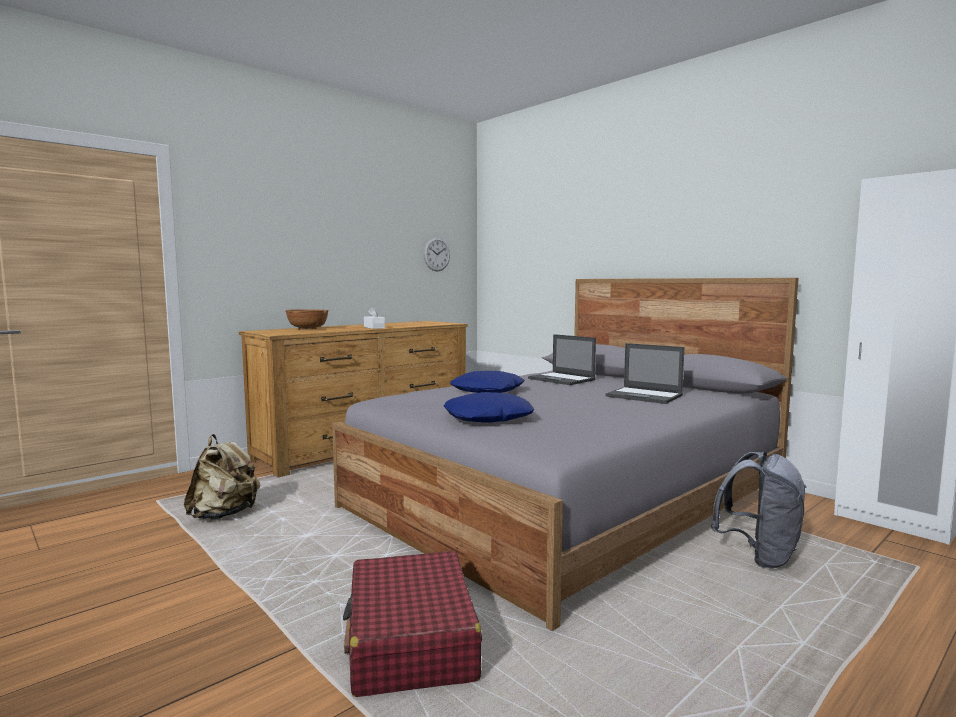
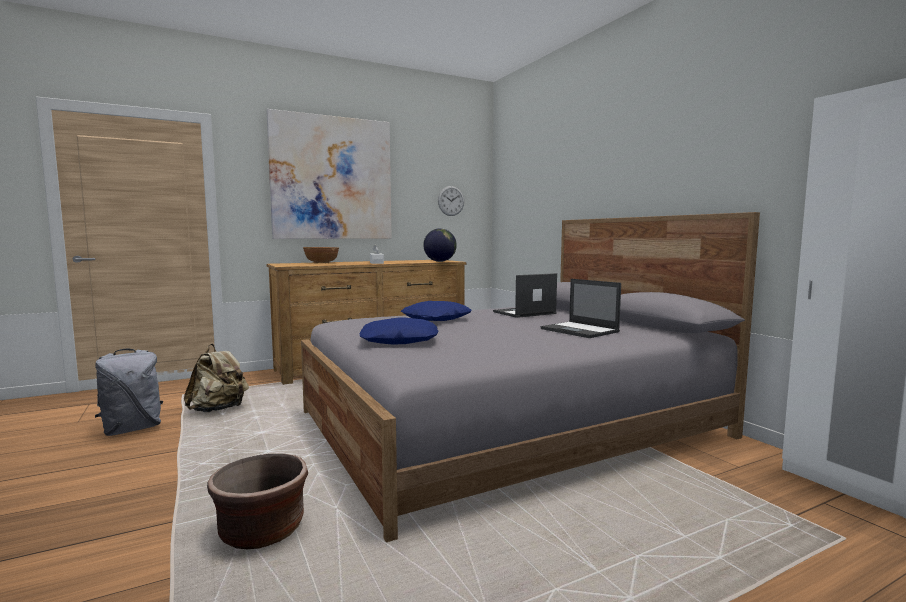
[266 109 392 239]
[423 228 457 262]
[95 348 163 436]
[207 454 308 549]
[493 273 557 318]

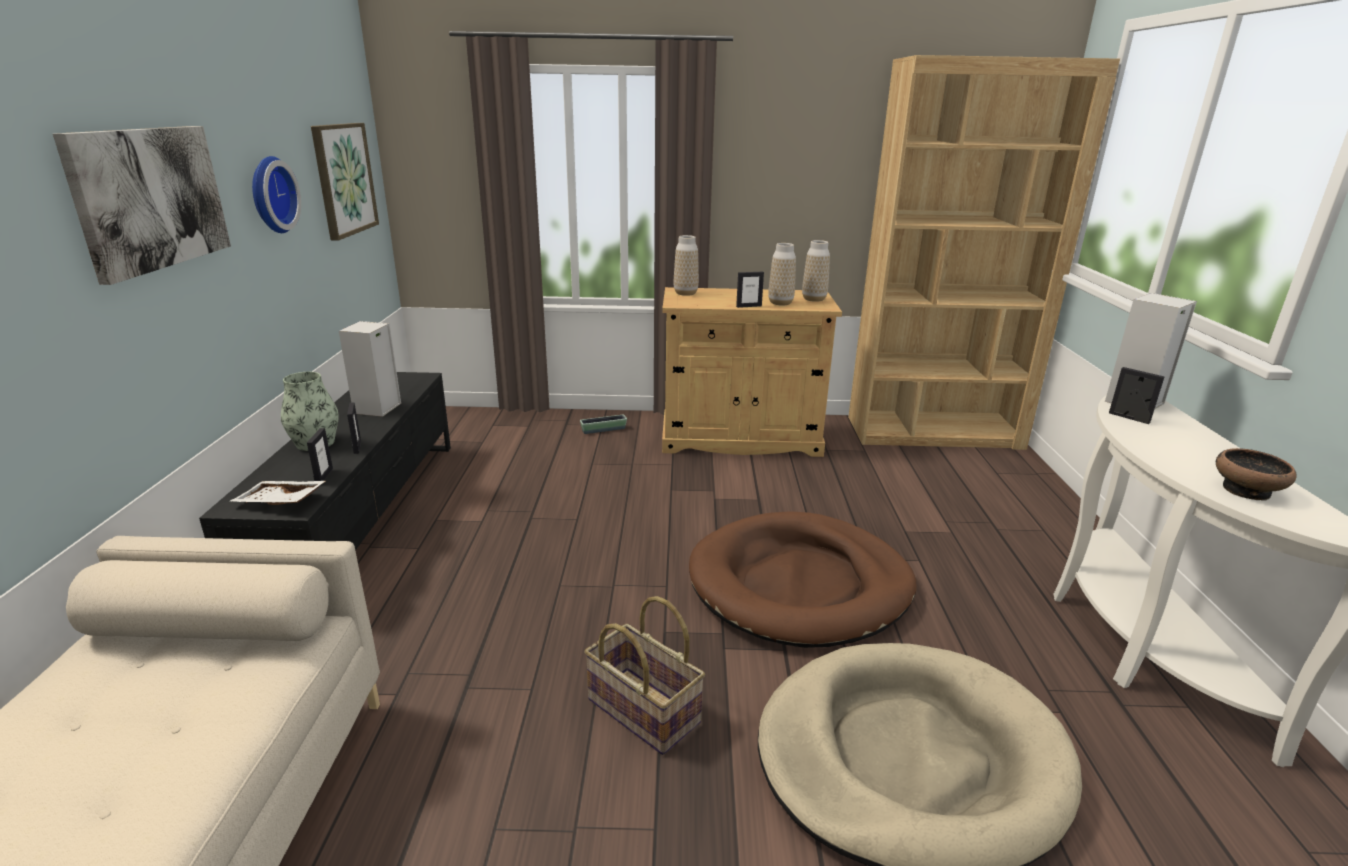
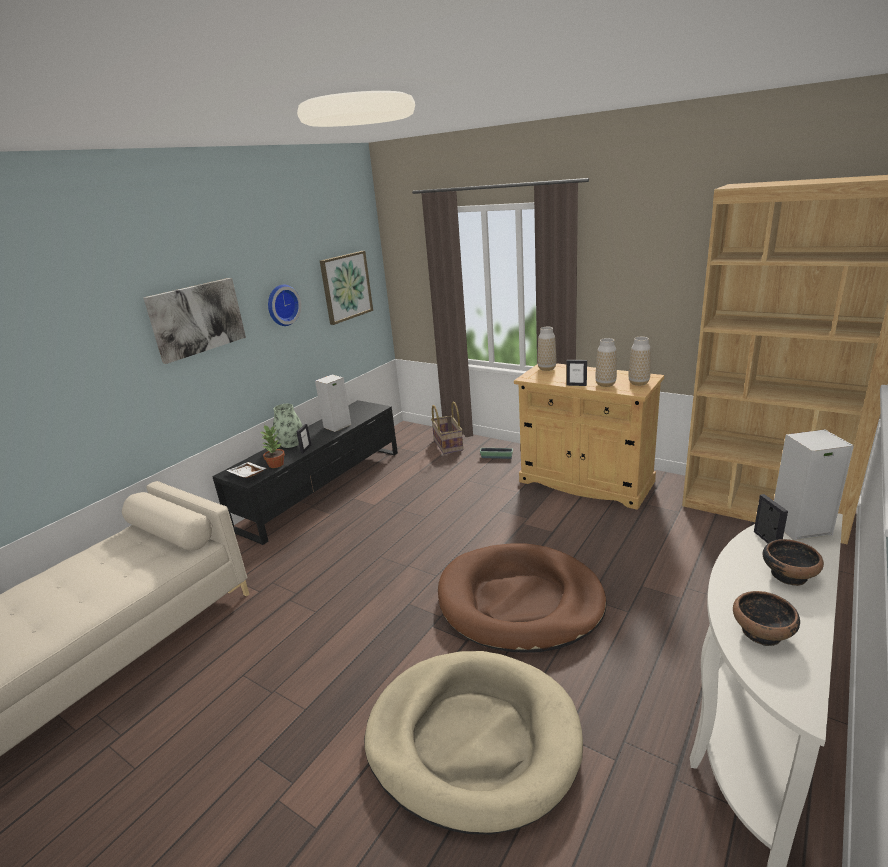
[763 539 824 586]
[431 401 463 454]
[260 425 285 468]

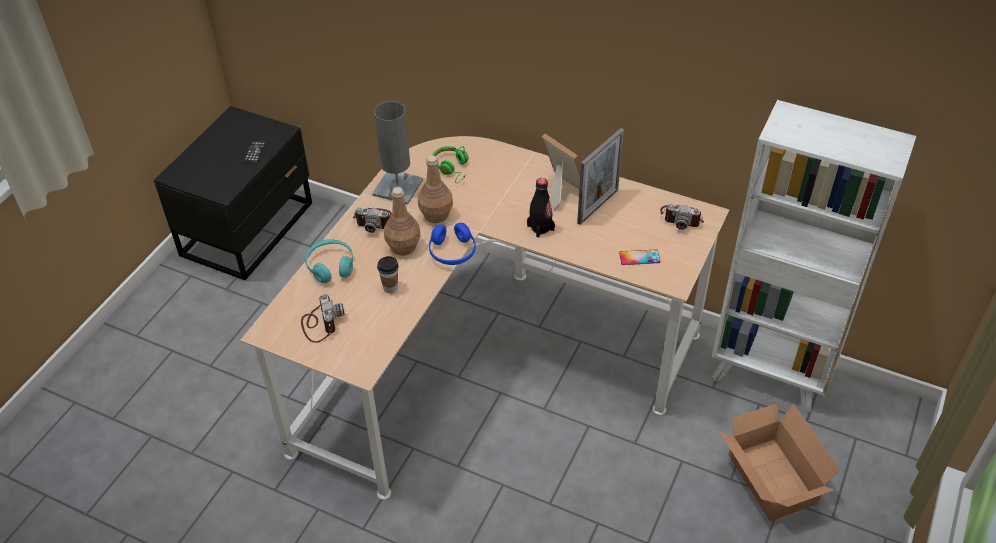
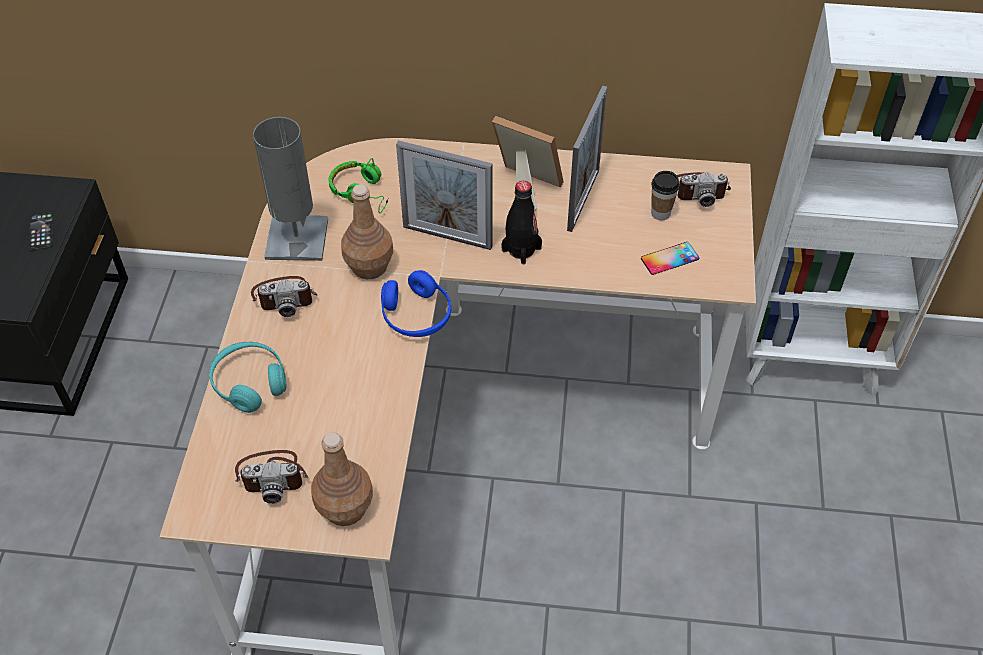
[720 404 840 521] (first image)
[396 140 492 250]
[651 171 680 220]
[311 432 373 526]
[235 450 308 504]

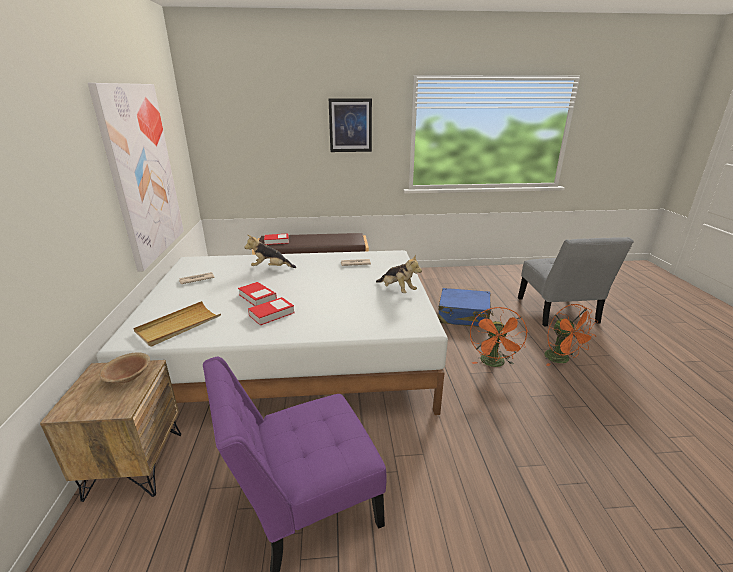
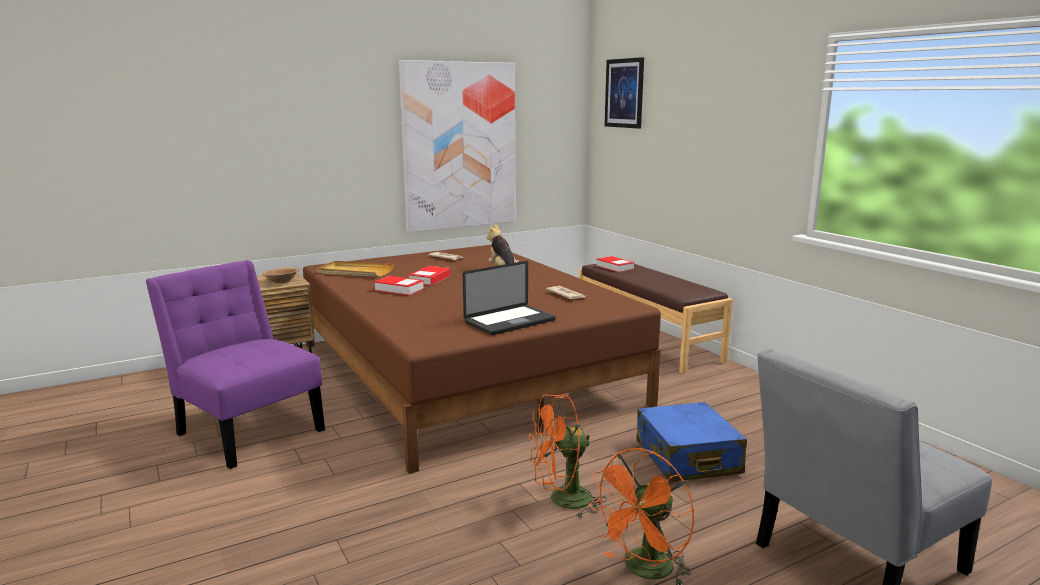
[605 57 644 129]
[463 261 556 335]
[303 245 661 474]

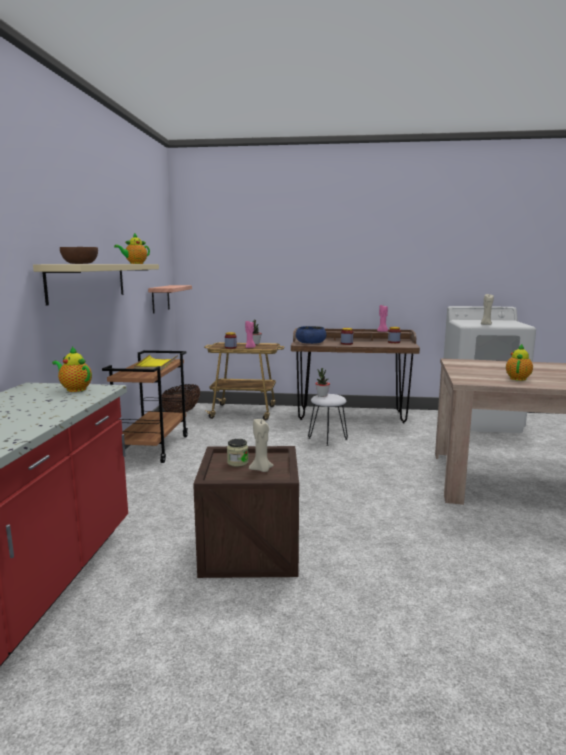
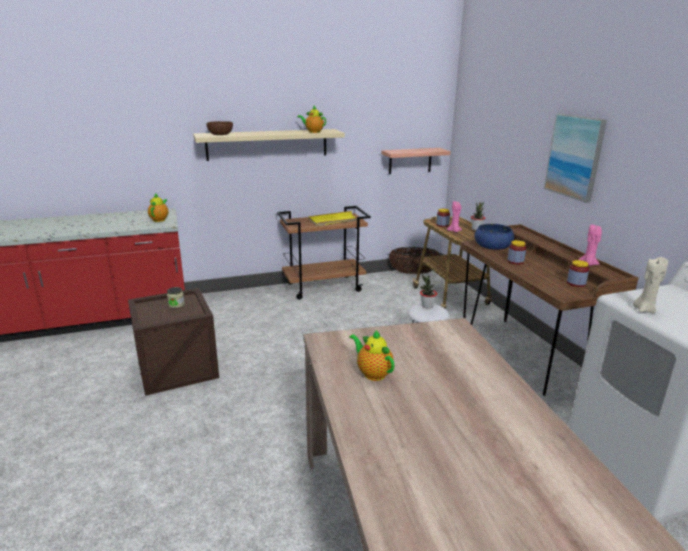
[249 419 274 472] (first image)
[544 113 607 203]
[349 330 394 381]

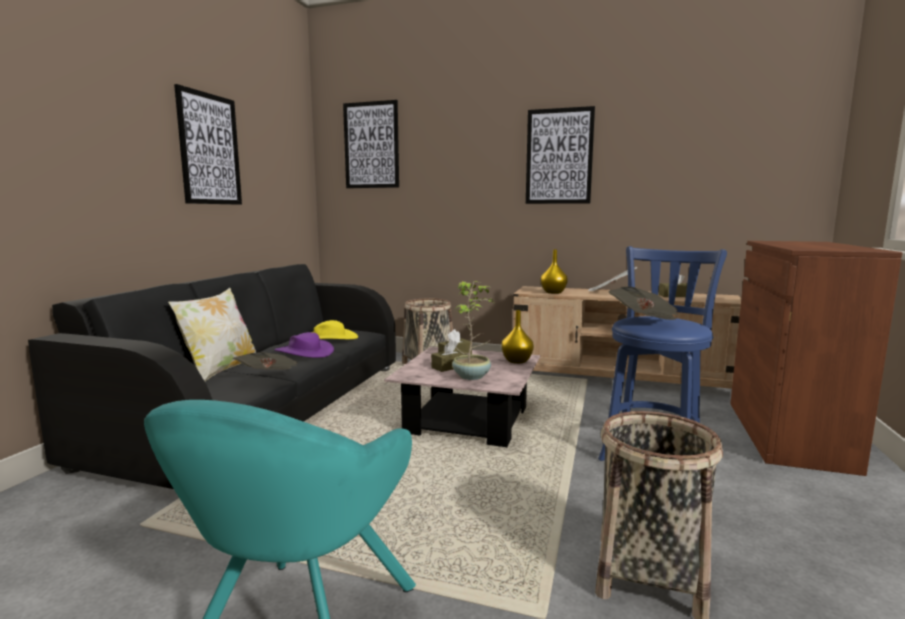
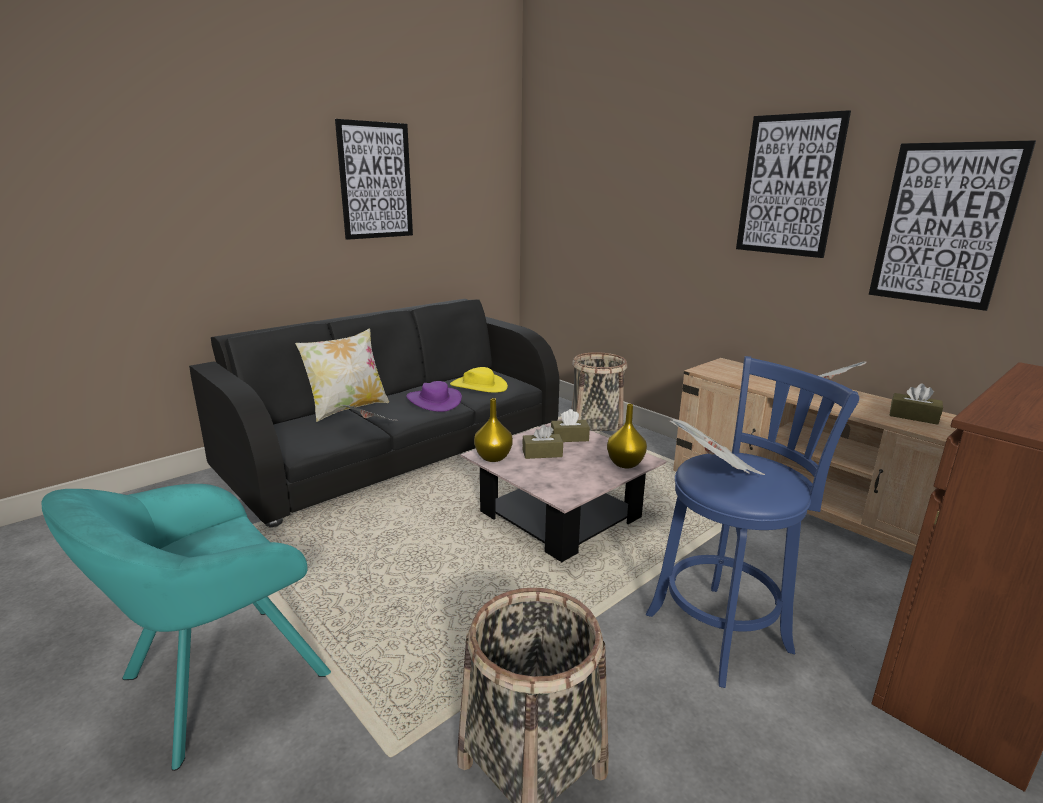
[452 281 493 380] (first image)
[869 140 1036 311]
[474 398 513 462]

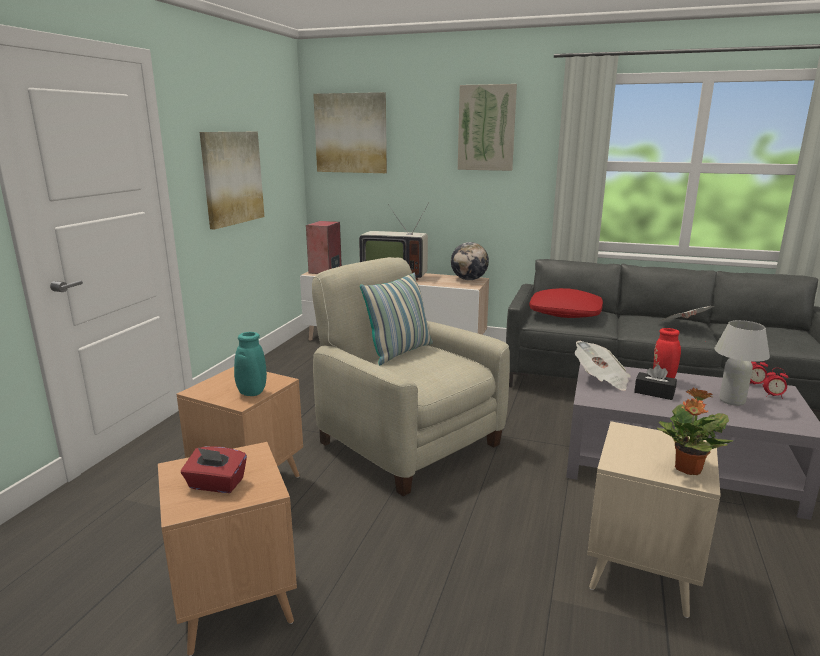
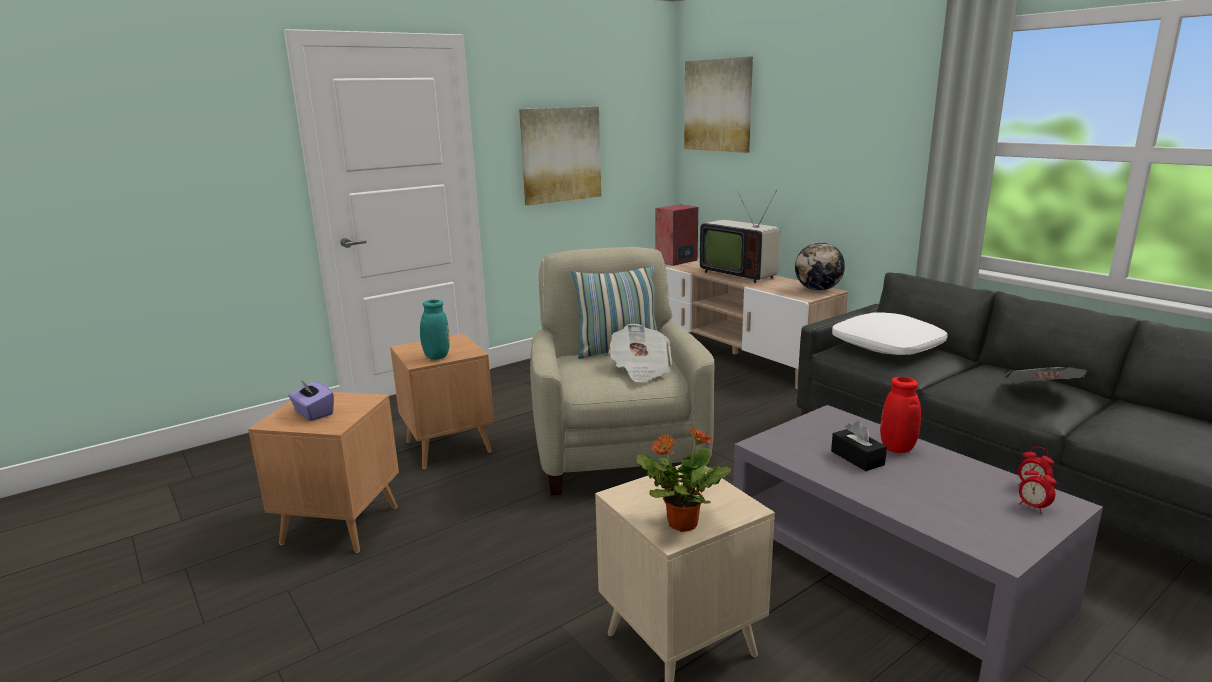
[458 84 517 171] (first image)
[714 320 770 406] (first image)
[609 324 672 383]
[288 379 334 421]
[832 312 947 355]

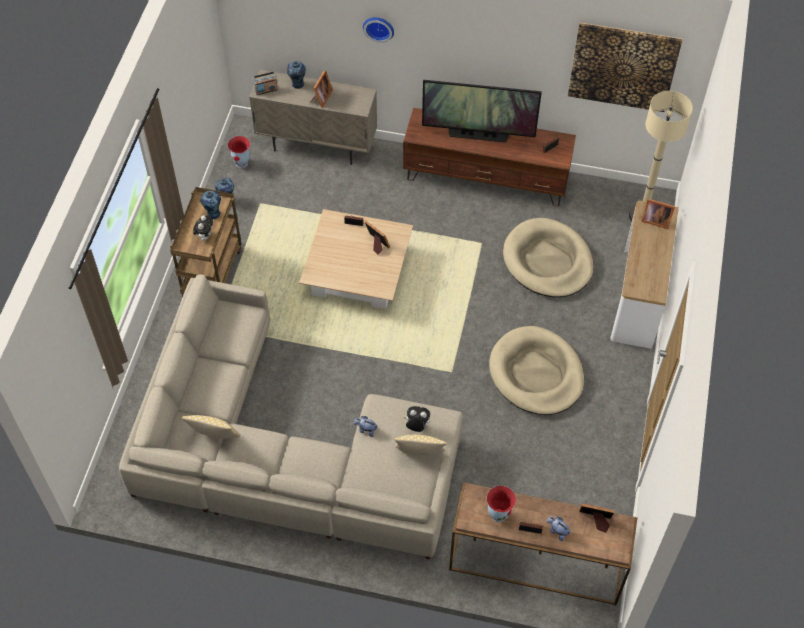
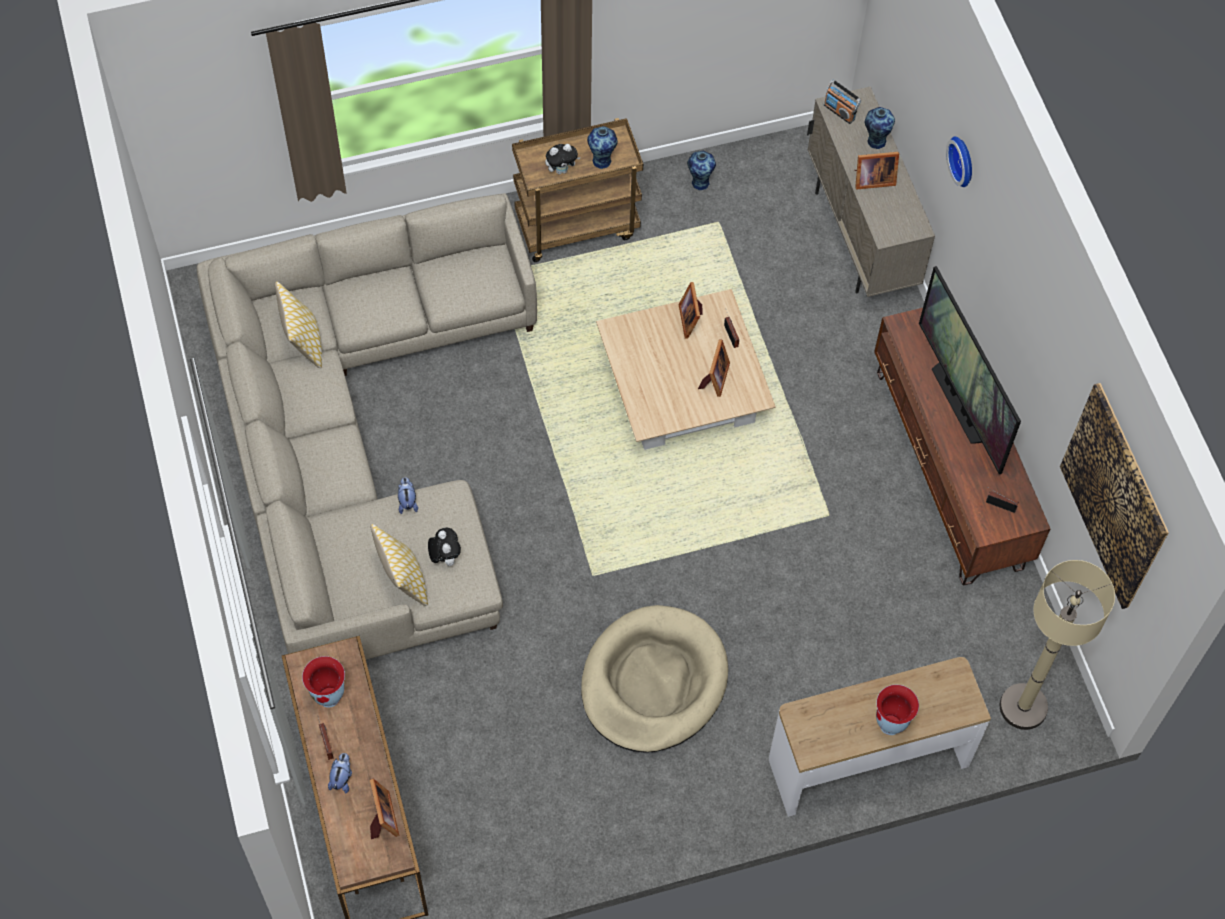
[503 218 593 298] (first image)
[876 685 919 735]
[679 282 702 339]

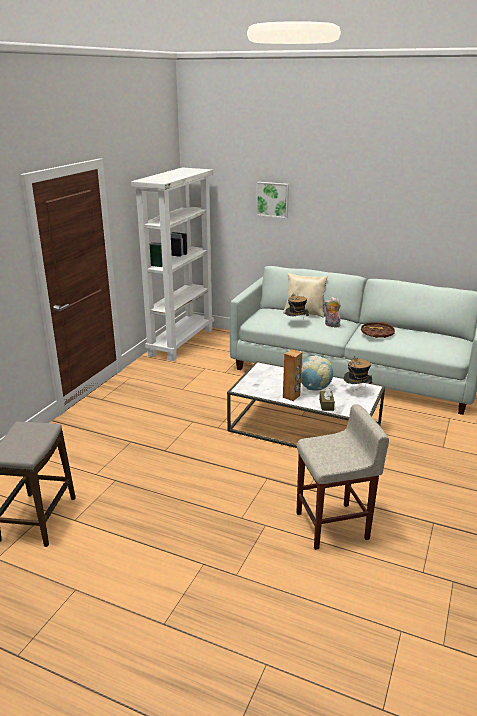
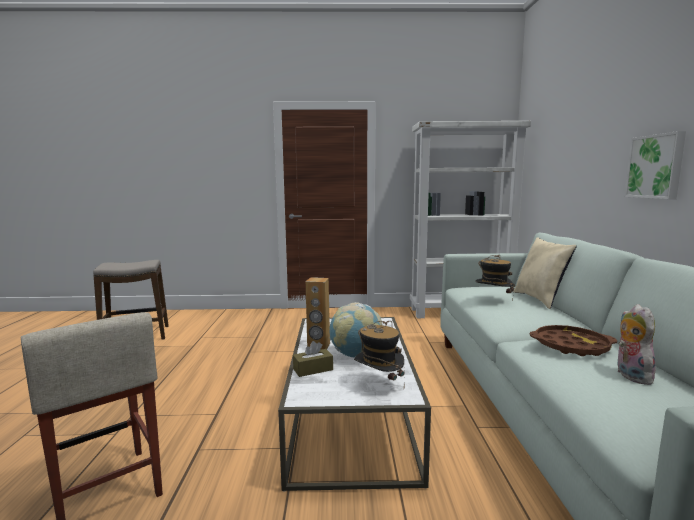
[624 131 686 199]
[618 304 655 385]

